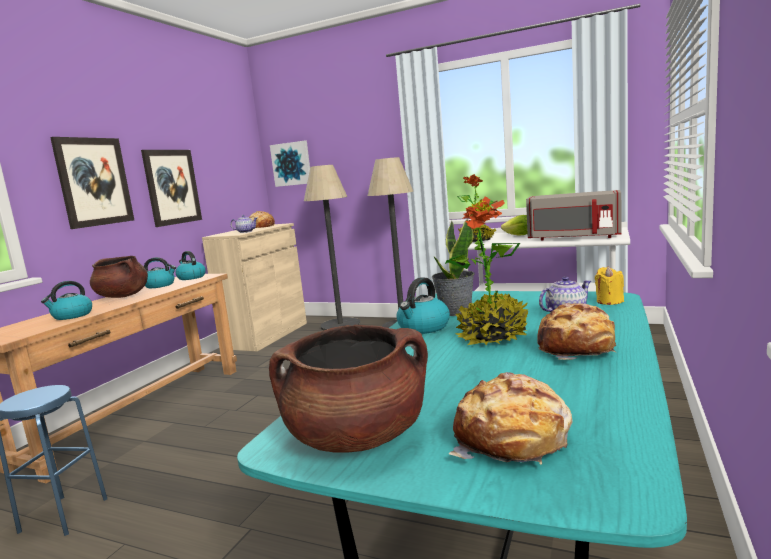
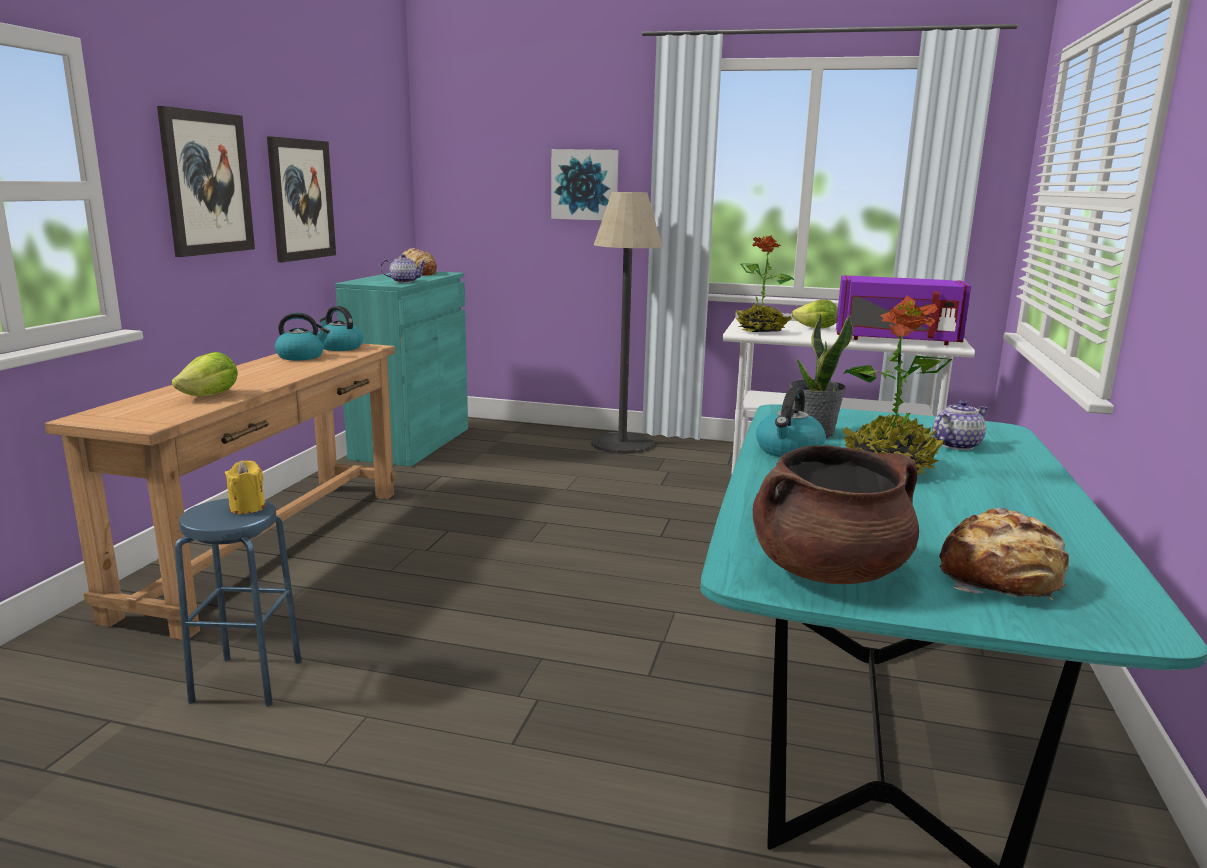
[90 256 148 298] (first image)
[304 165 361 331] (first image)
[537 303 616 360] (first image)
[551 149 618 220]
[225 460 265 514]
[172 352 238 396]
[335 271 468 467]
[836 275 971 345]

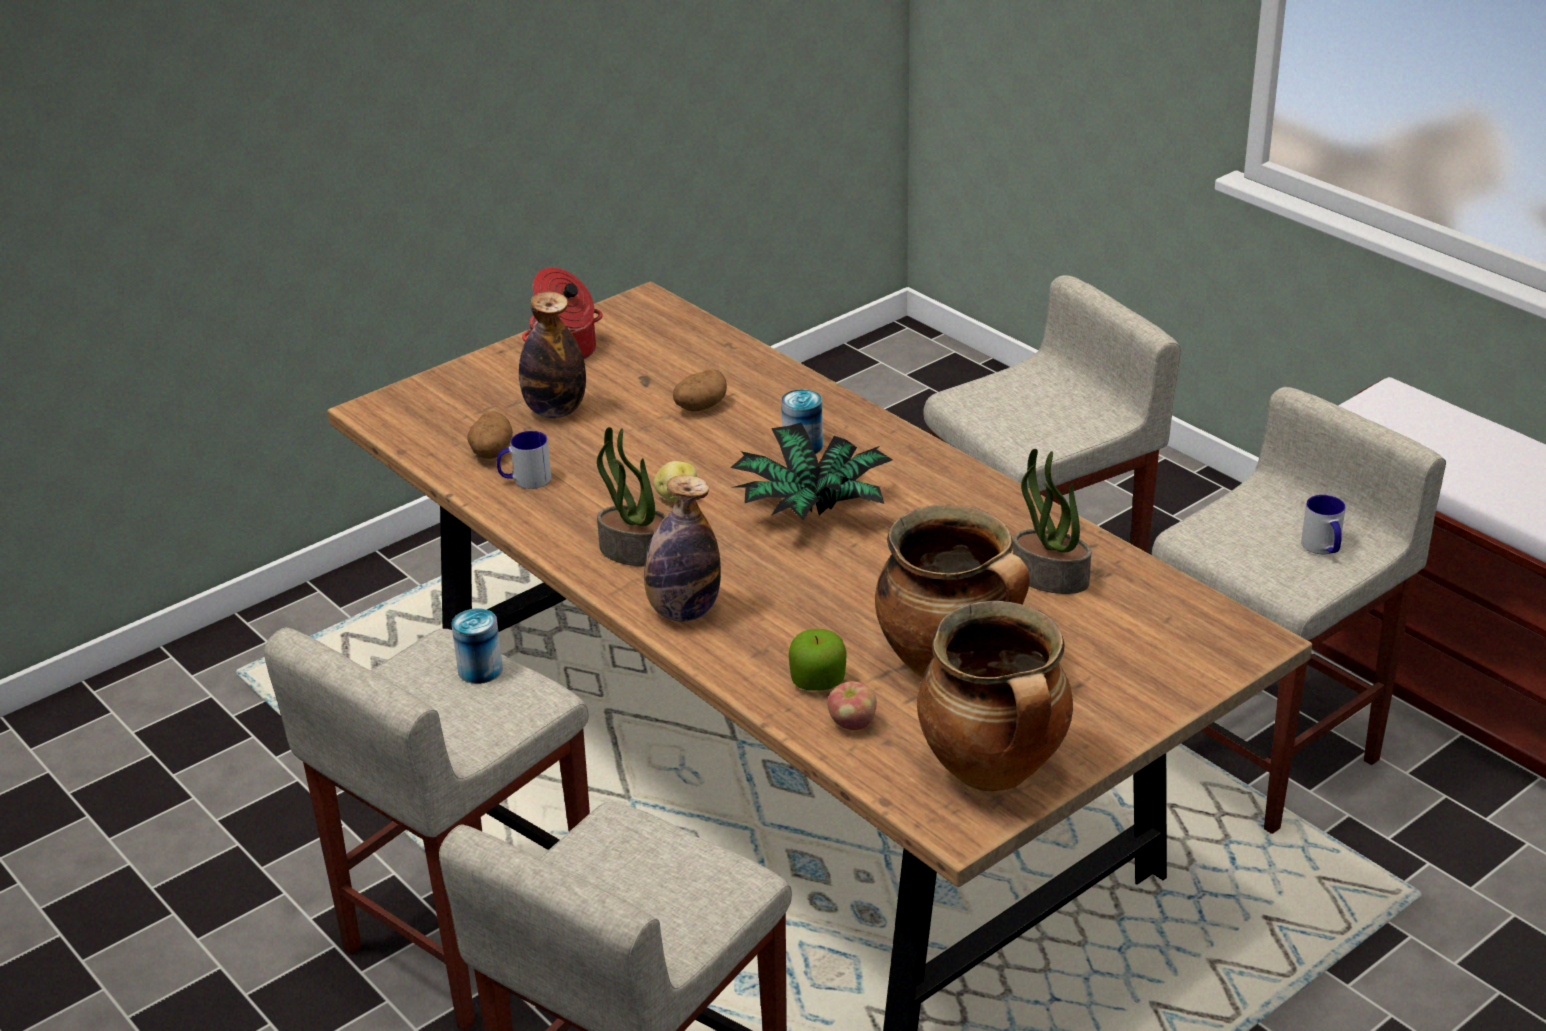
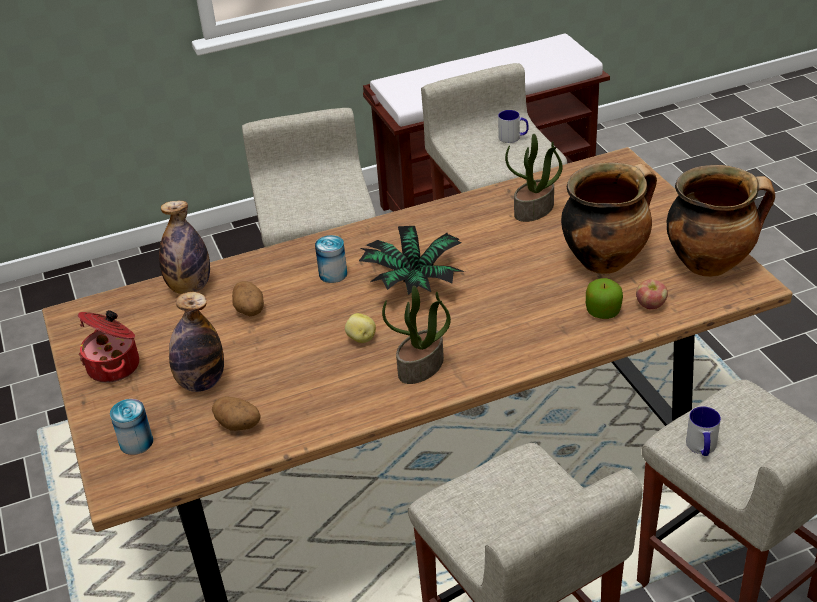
[110 399 153 455]
[686 407 721 456]
[159 200 210 294]

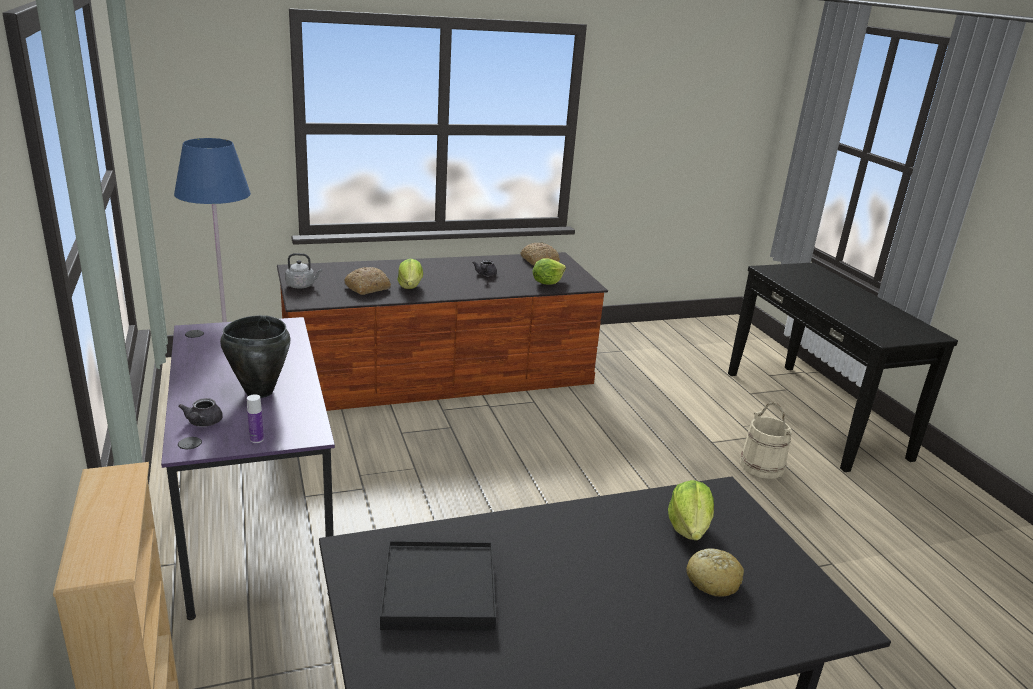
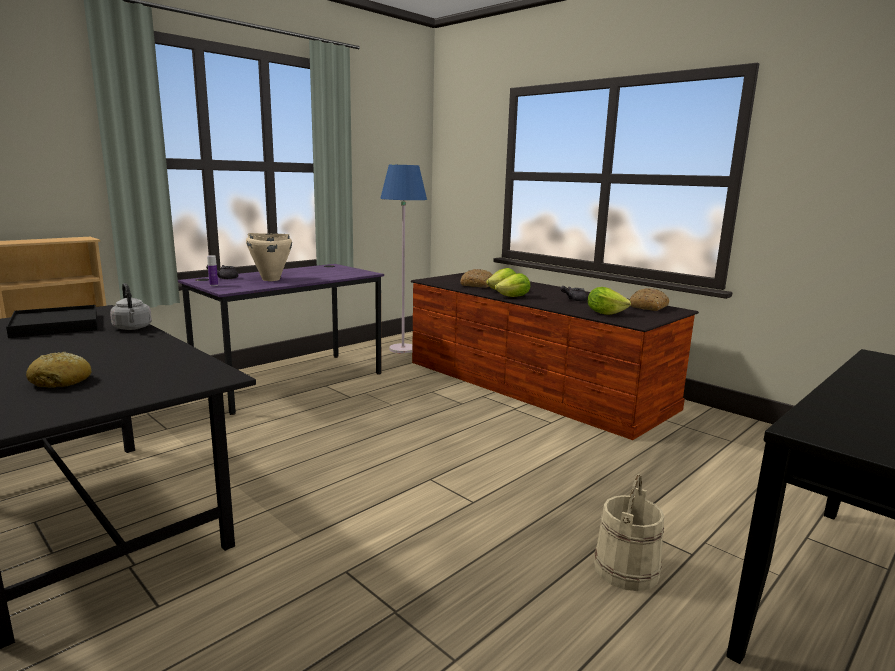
[110 283 152 330]
[495 273 530 297]
[246 233 292 281]

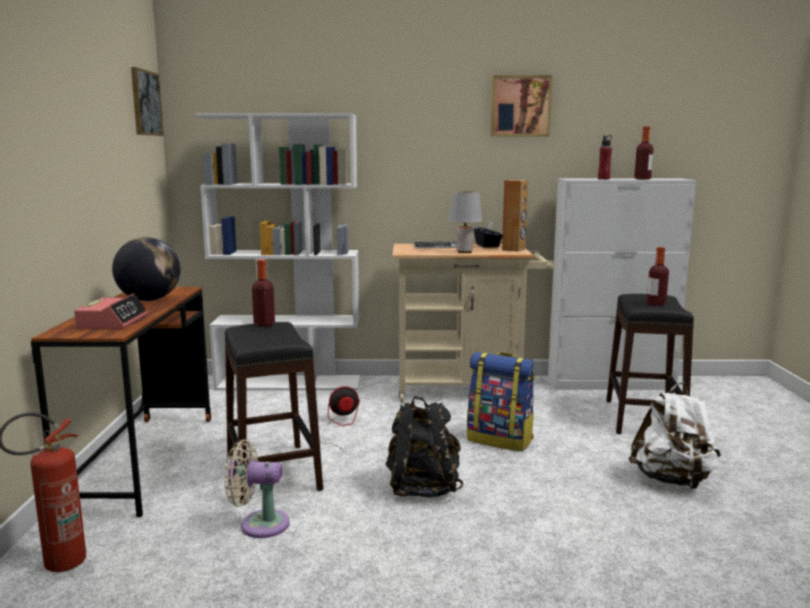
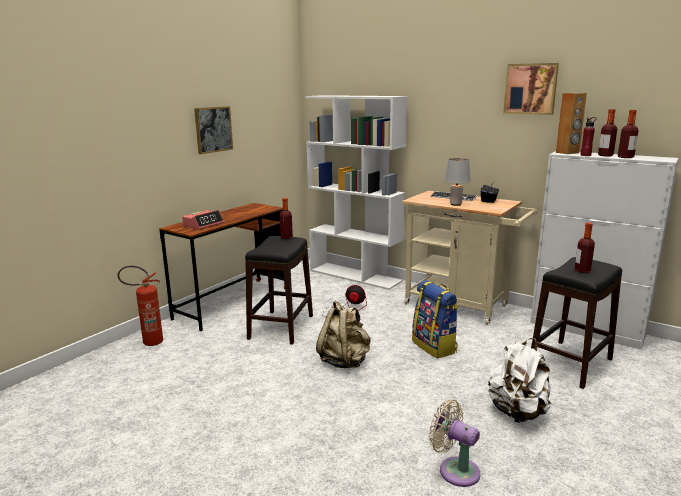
[112 237 181 301] (first image)
[598 109 617 157]
[194 106 233 154]
[429 400 480 487]
[556 93 587 154]
[316 301 370 368]

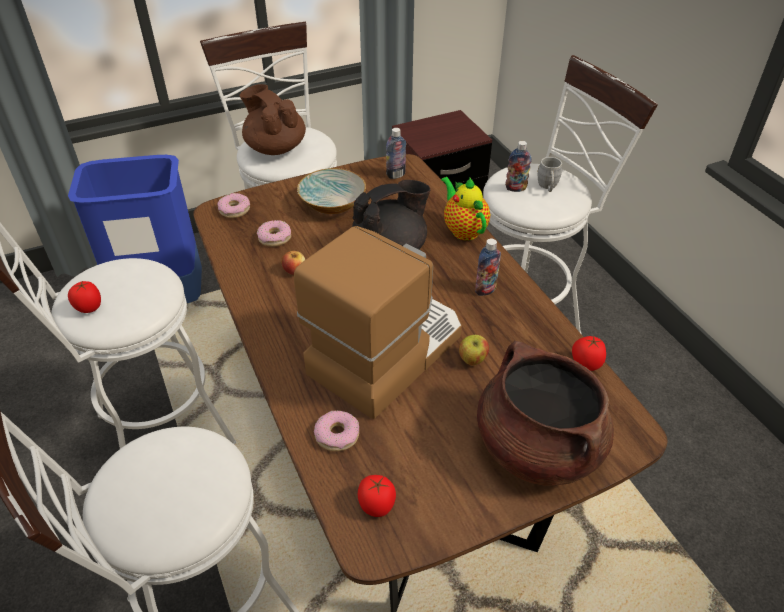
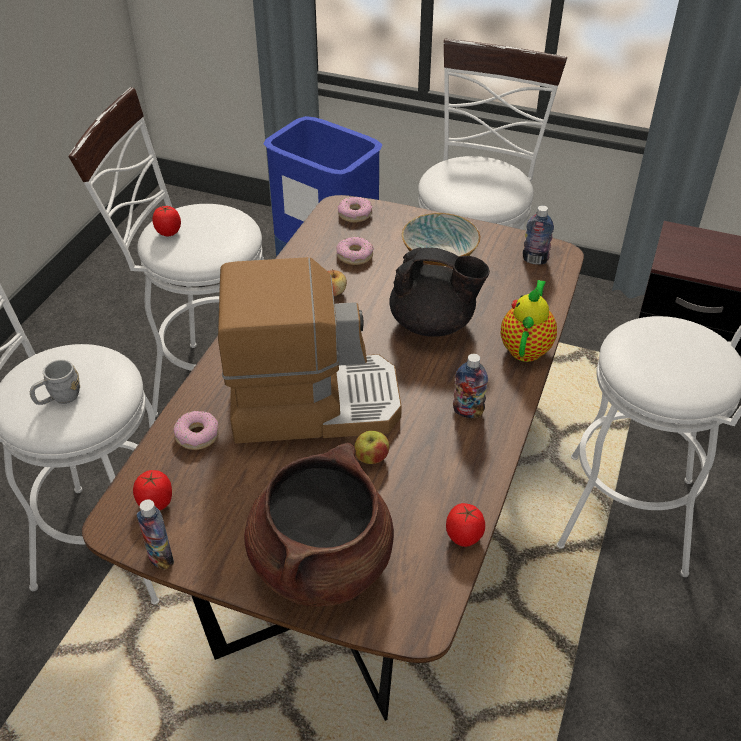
[239 84 306 155] (first image)
[137 499 174 570]
[30 360 80 405]

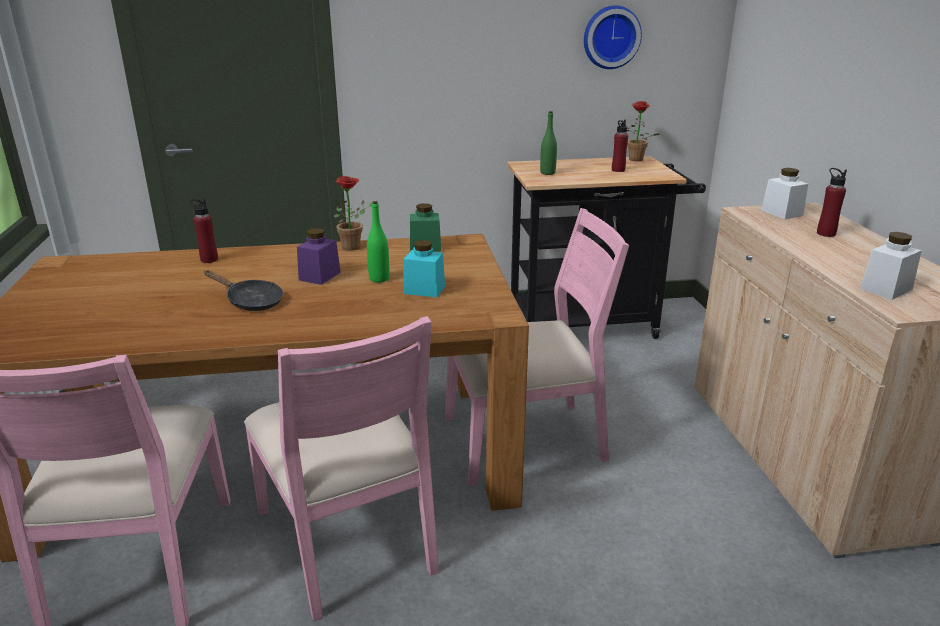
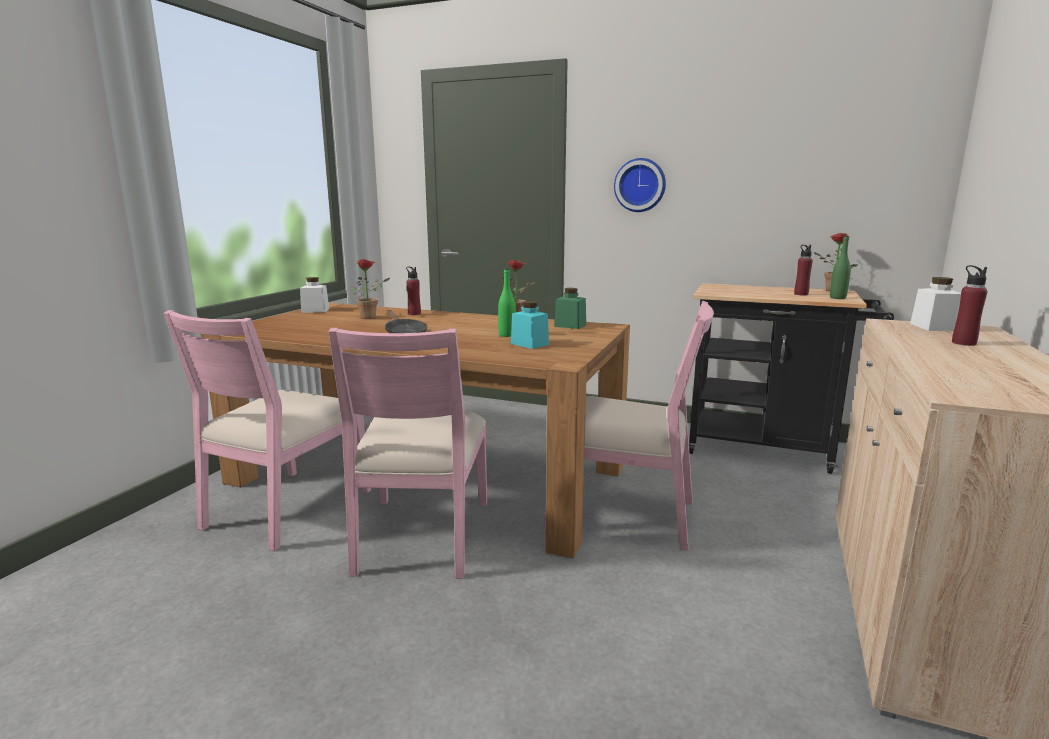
[297 228 341 285] (first image)
[351 259 390 319]
[830 236 851 299]
[614 158 666 212]
[300 277 329 313]

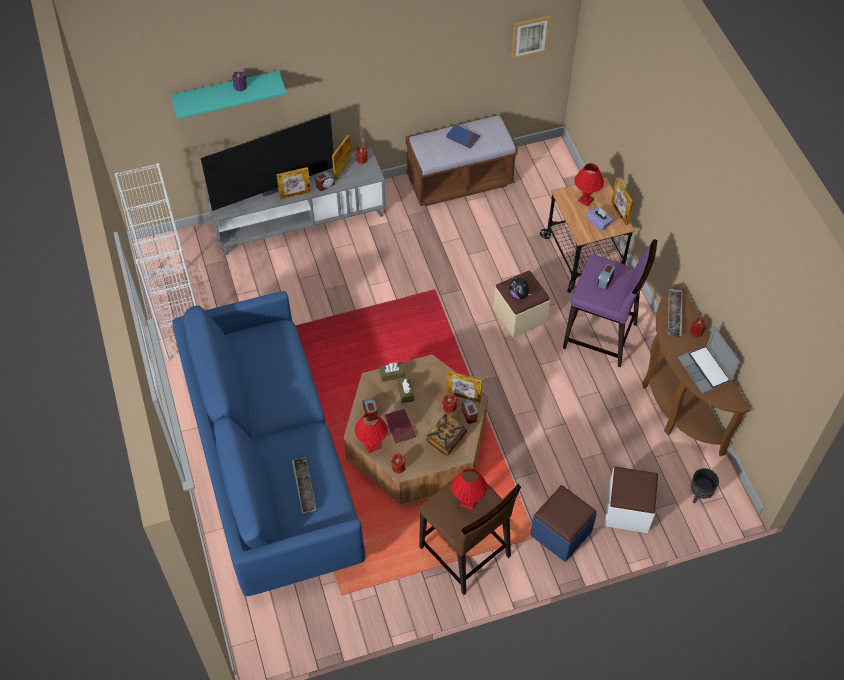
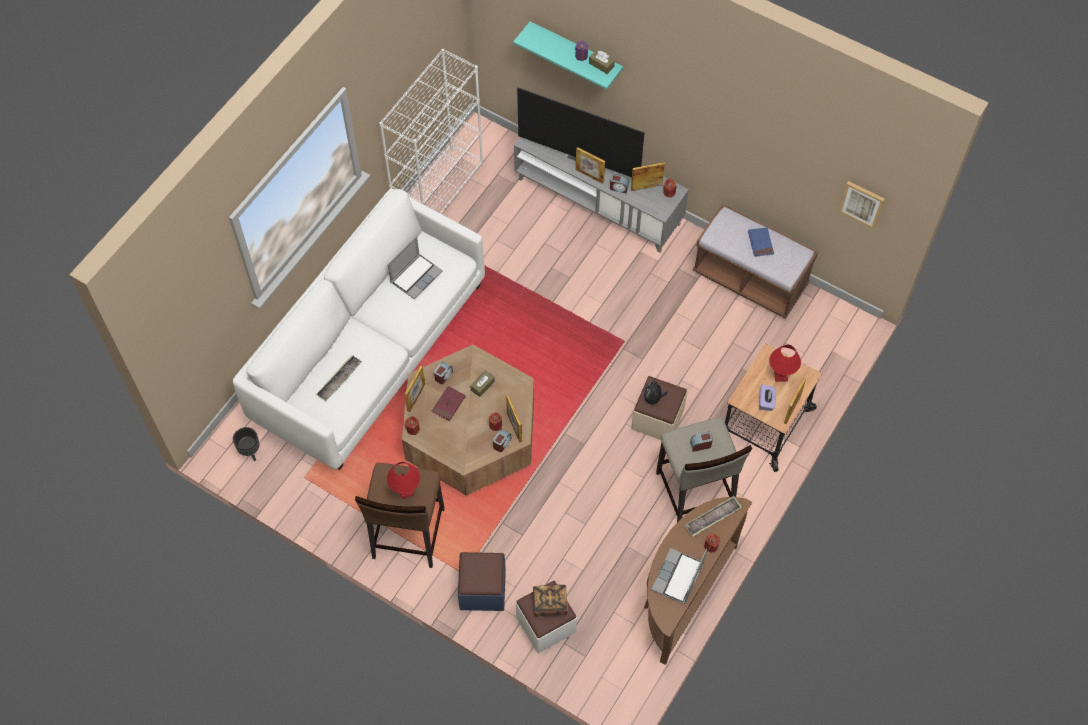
[388 236 443 300]
[589 50 615 74]
[533 584 568 617]
[233 427 259 461]
[404 365 425 412]
[233 188 485 470]
[656 417 752 522]

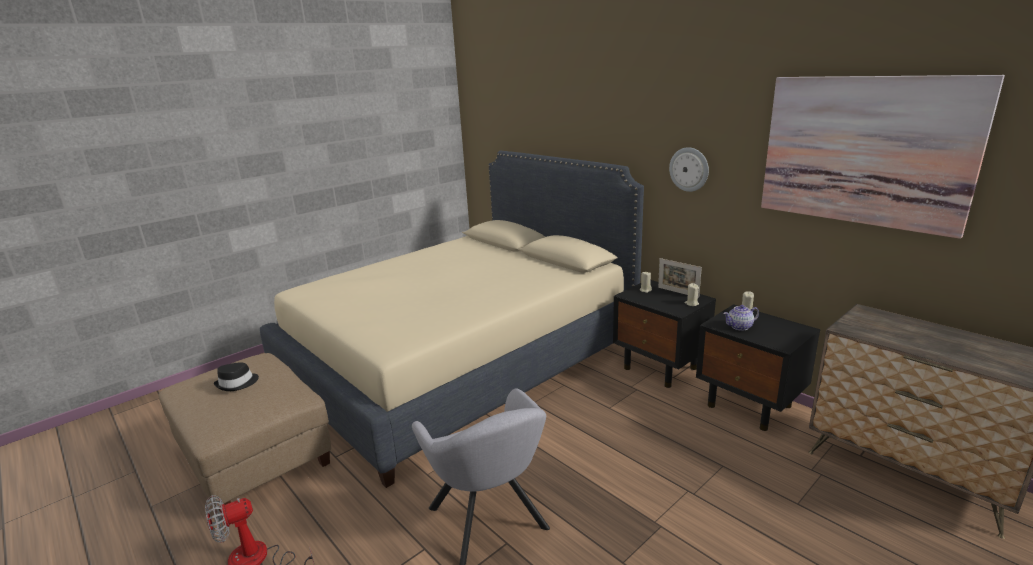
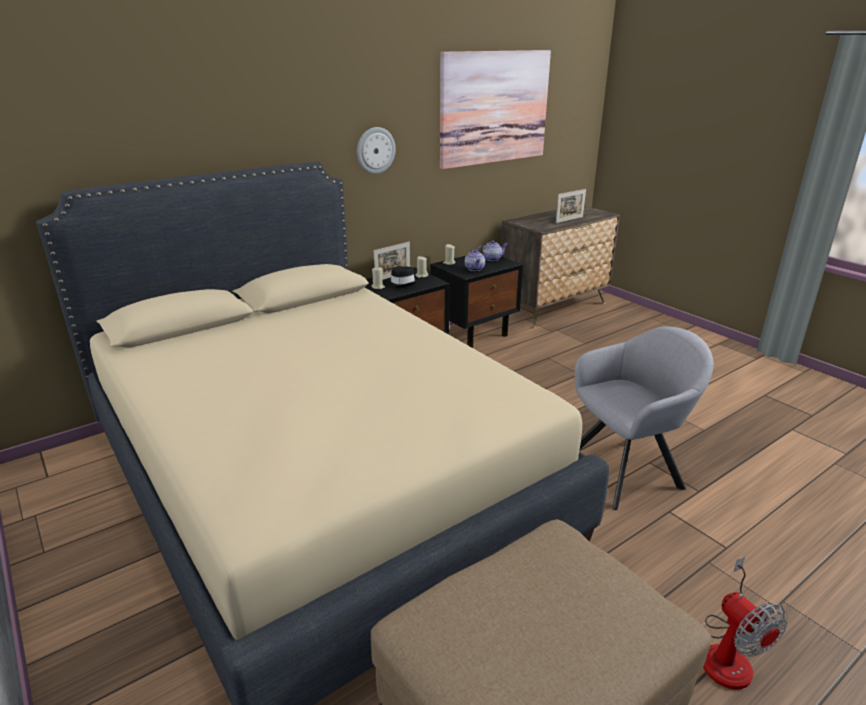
[477 240 507 261]
[556 189 586 223]
[386 266 418 287]

